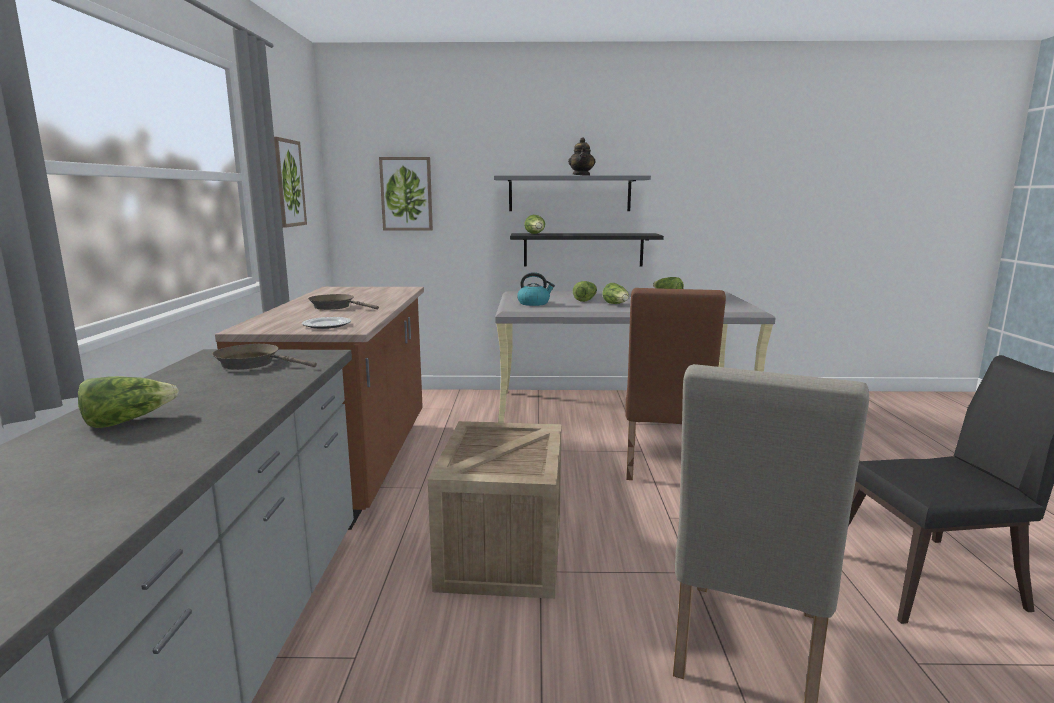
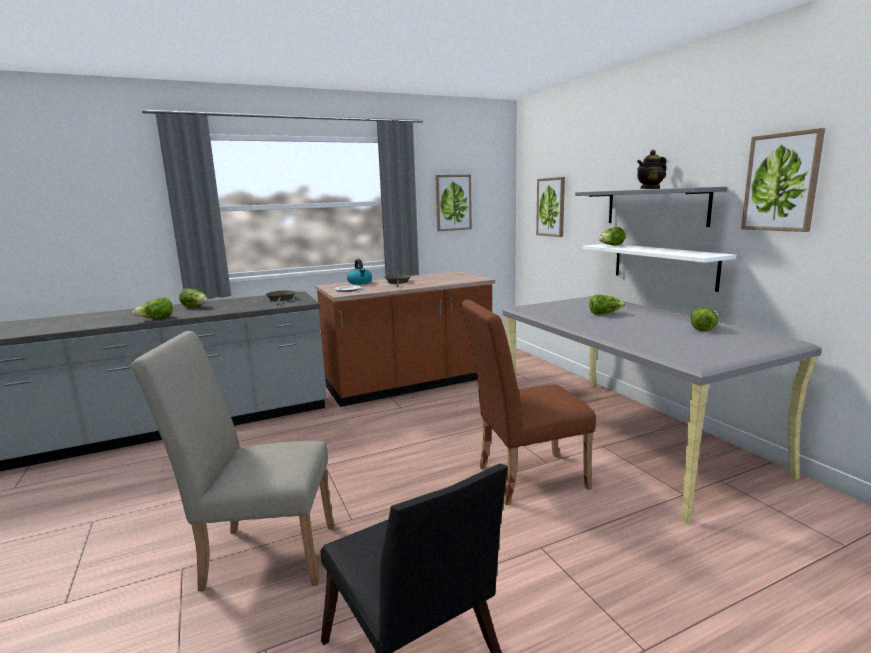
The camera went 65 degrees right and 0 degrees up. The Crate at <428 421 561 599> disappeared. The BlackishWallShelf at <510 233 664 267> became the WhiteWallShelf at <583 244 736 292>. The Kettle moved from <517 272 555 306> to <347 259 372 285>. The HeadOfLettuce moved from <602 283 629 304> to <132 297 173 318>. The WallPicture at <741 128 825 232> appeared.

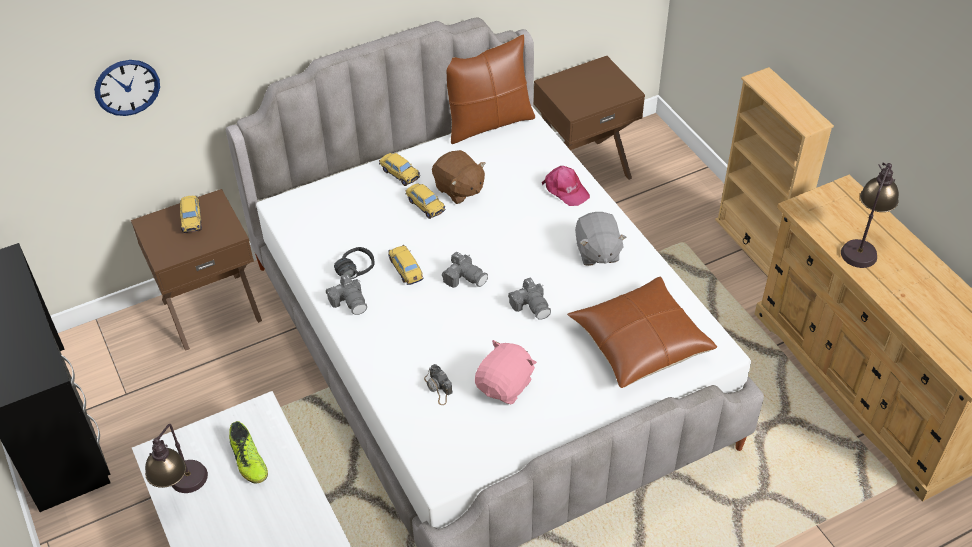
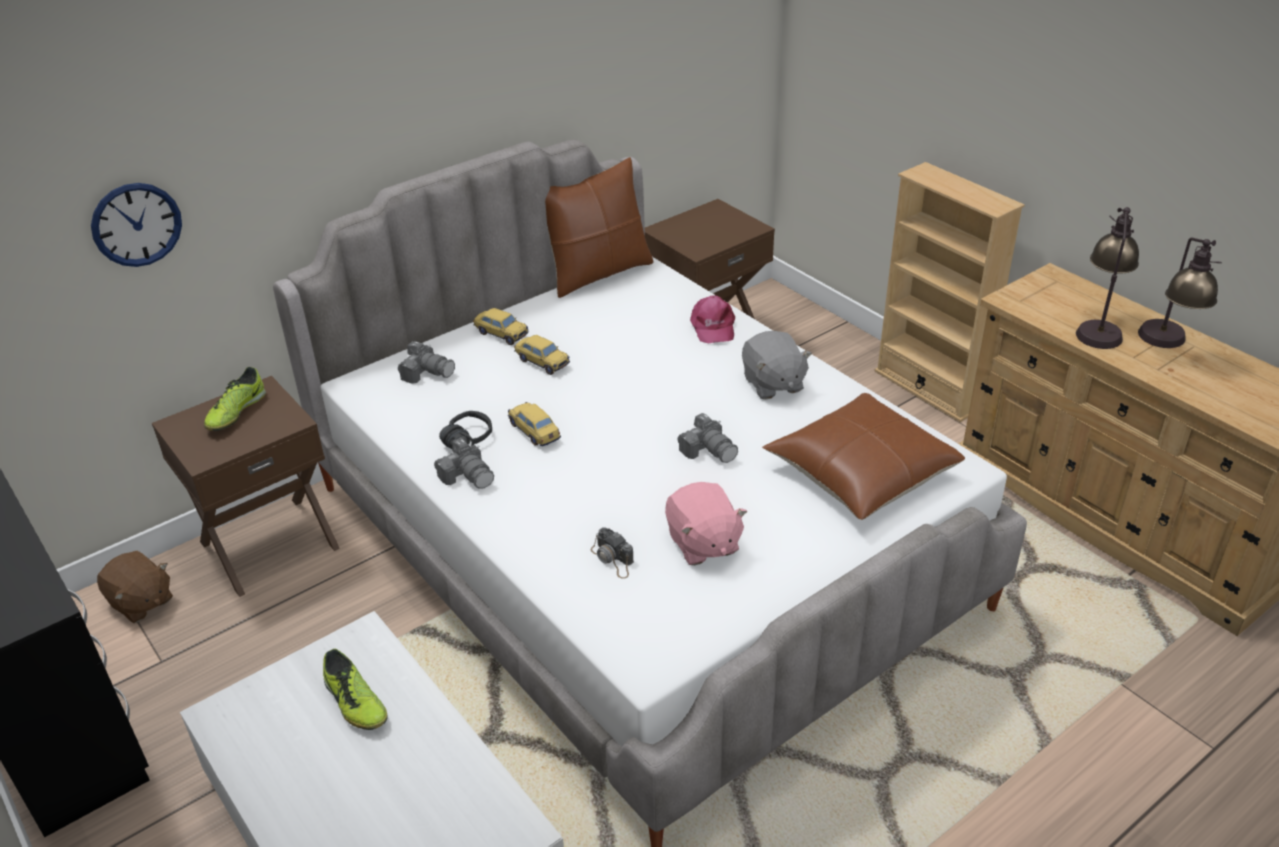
The camera went 10 degrees left and 10 degrees down. The TabletopLamp moved from <145 424 208 493> to <1138 238 1222 348>. The ModelCar at <179 196 202 233> was replaced by the Shoe at <204 367 266 431>. The BrownishSoftToy moved from <432 150 486 204> to <97 551 173 623>. The StillCamera moved from <442 252 488 288> to <398 341 455 384>. The PinkColouredSoftToy at <475 340 537 404> turned 135 degrees clockwise. The PinkColouredPeakedCap at <542 166 590 206> turned 45 degrees clockwise.

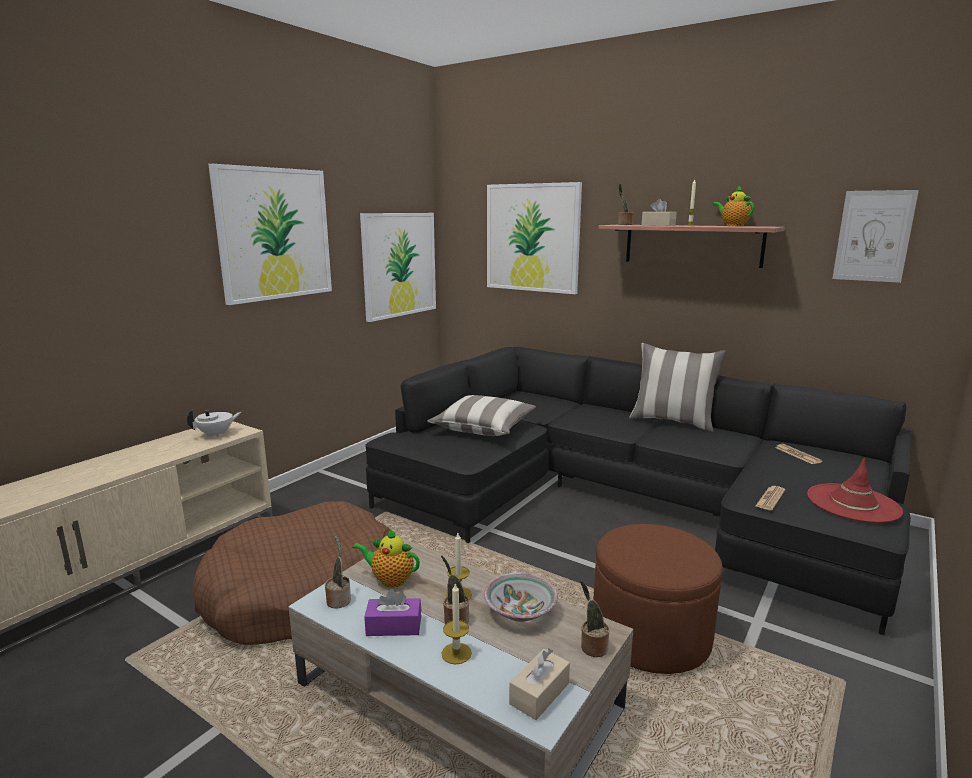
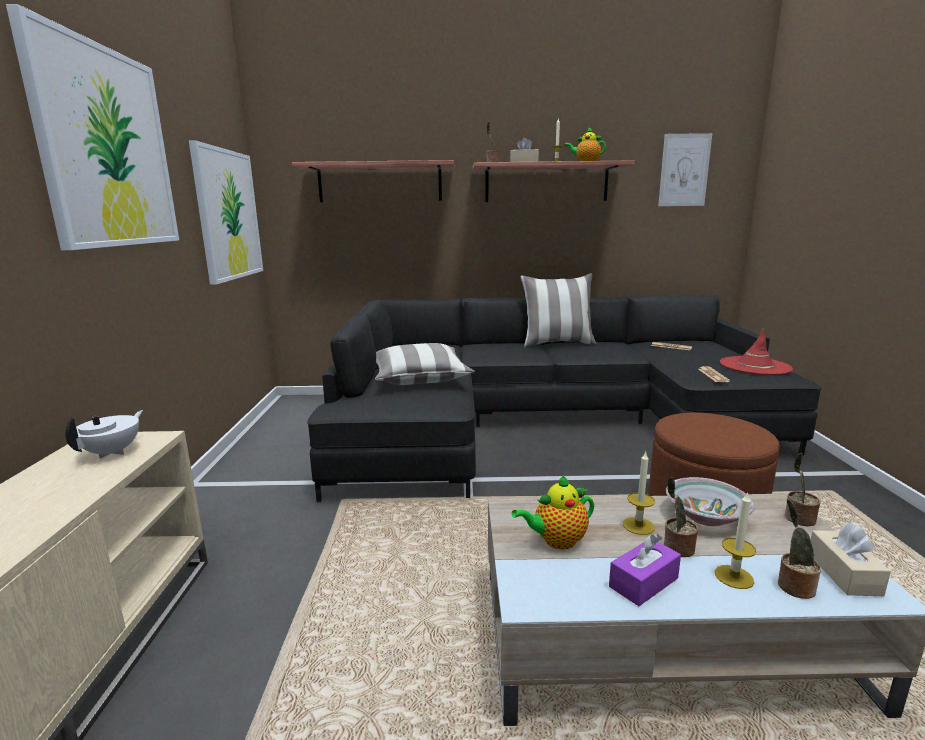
The camera went 35 degrees left and 0 degrees up. The BrownishDogCushion at <192 501 390 645> disappeared. The PottedPlant moved from <325 534 351 609> to <778 499 821 599>. The WallPicture at <487 182 582 294> was replaced by the WallShelf at <292 160 454 202>.

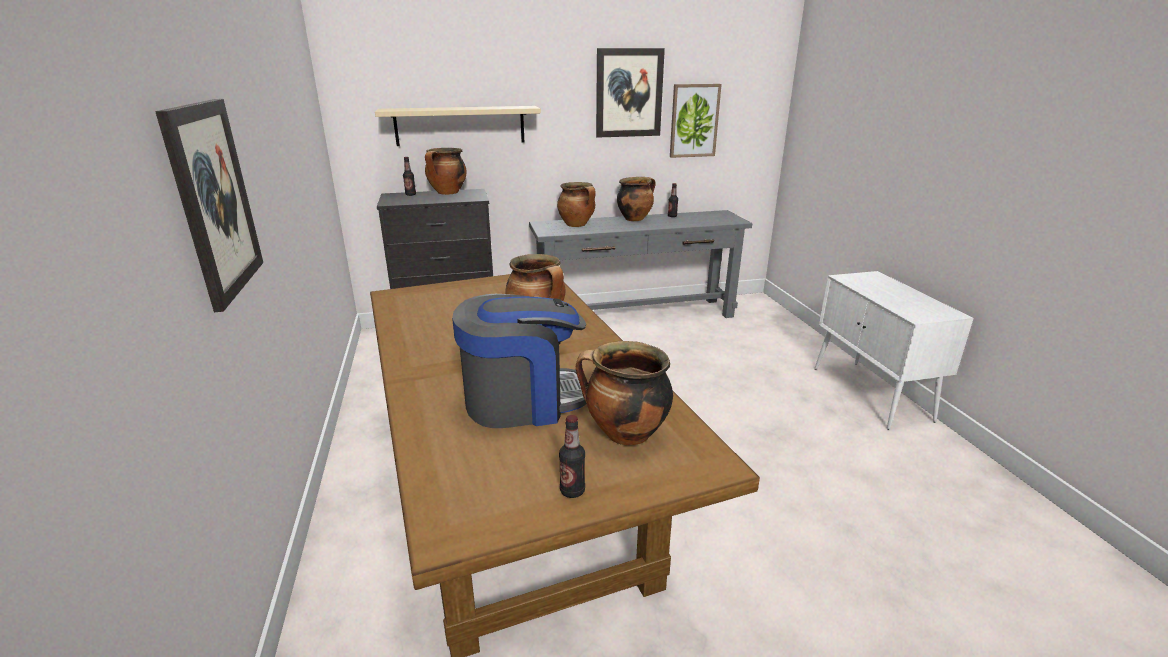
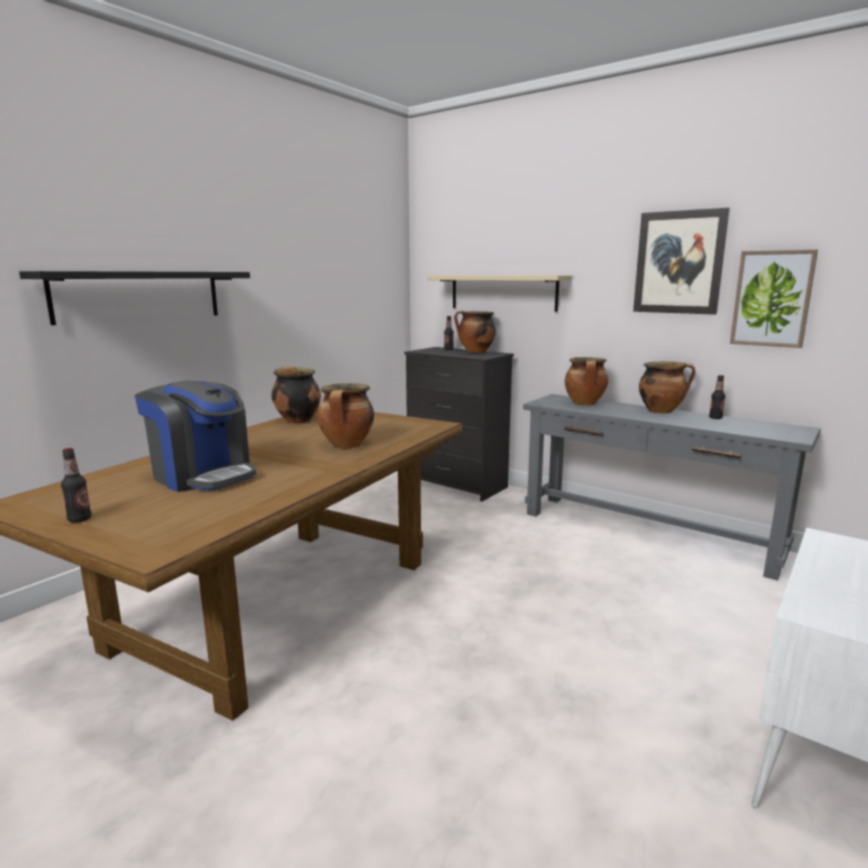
The camera went 50 degrees right and 10 degrees down. The WallPicture at <155 99 263 312> was replaced by the BlackishWallShelf at <19 271 250 325>. The Saucepot moved from <576 341 673 446> to <271 366 321 424>.

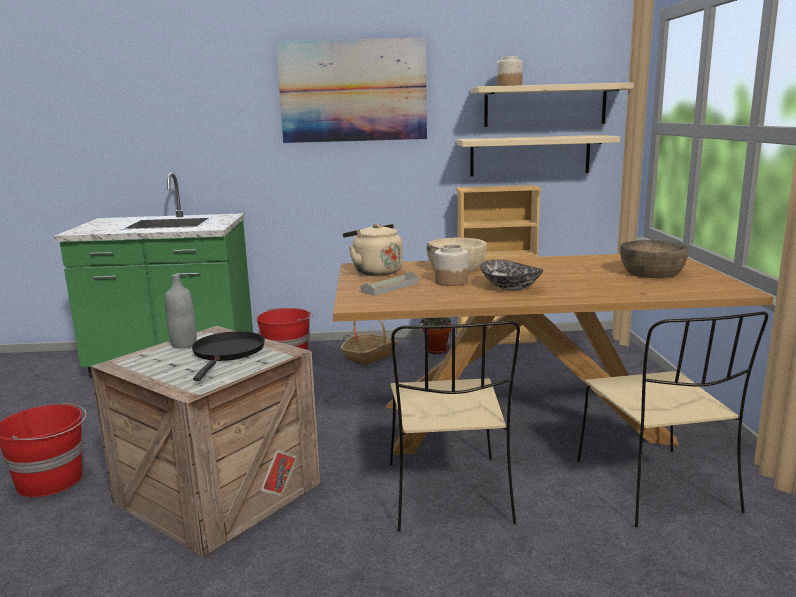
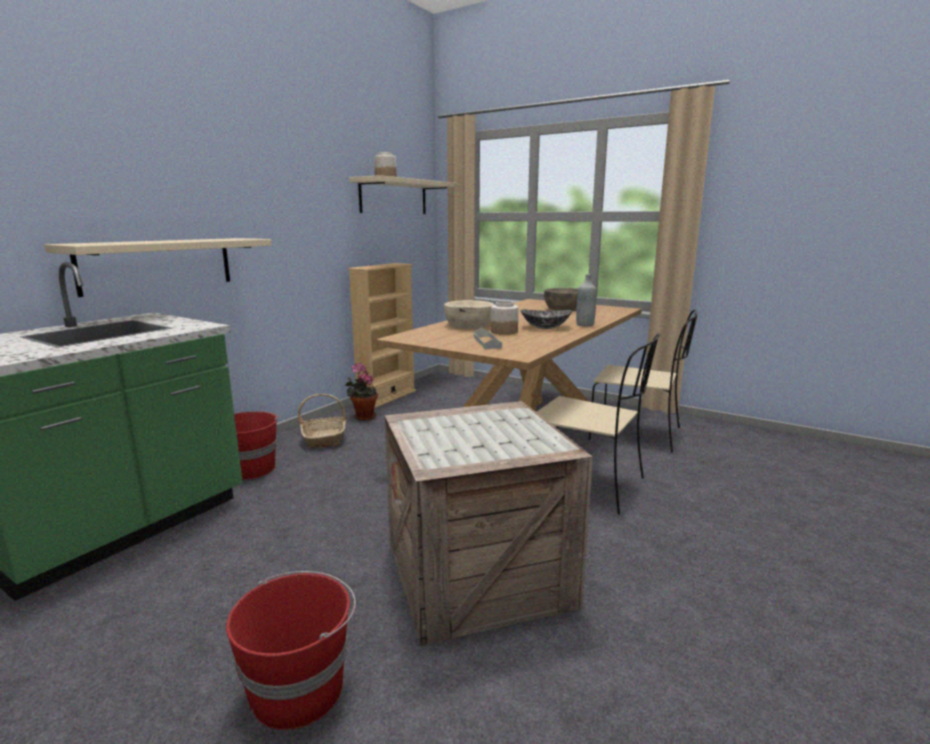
The camera went 55 degrees left and 0 degrees up. The GreyishBeverageBottle moved from <165 274 197 349> to <576 274 596 326>. The BlackishPan at <192 331 265 381> disappeared. The WallPicture at <276 38 427 143> disappeared. The BeigeKettle at <343 224 403 276> disappeared. The BeigeWallShelf moved from <457 135 620 177> to <45 238 272 297>.

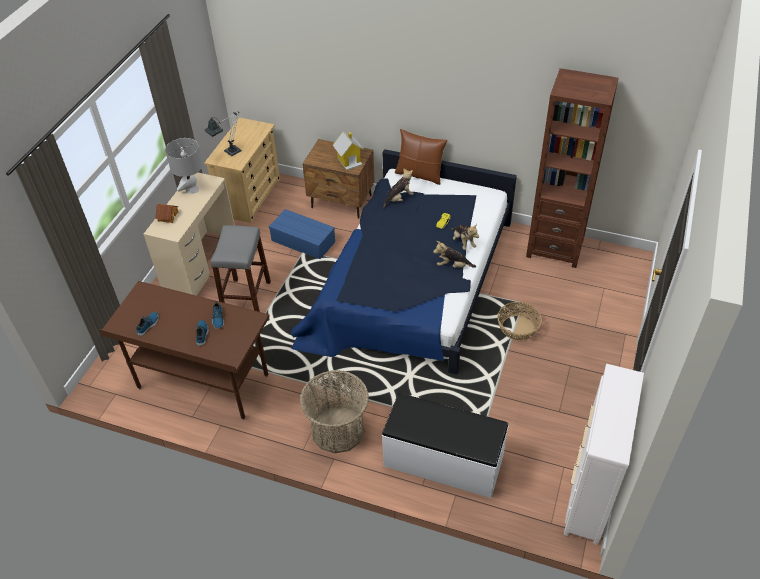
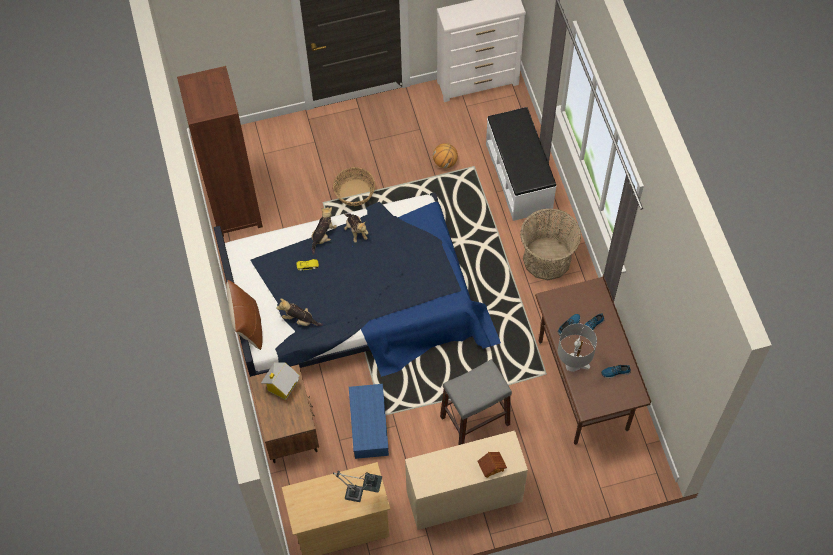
The camera went 125 degrees left and 15 degrees up. The GreyishTabletopLamp moved from <165 138 203 194> to <558 323 597 372>. The BasketballBall at <433 143 458 168> appeared.

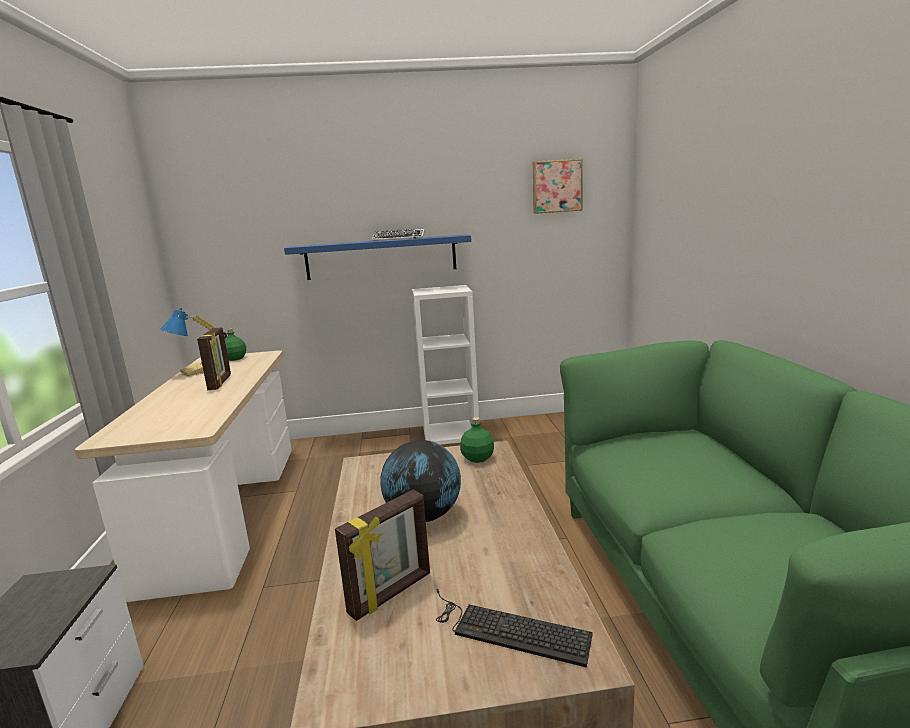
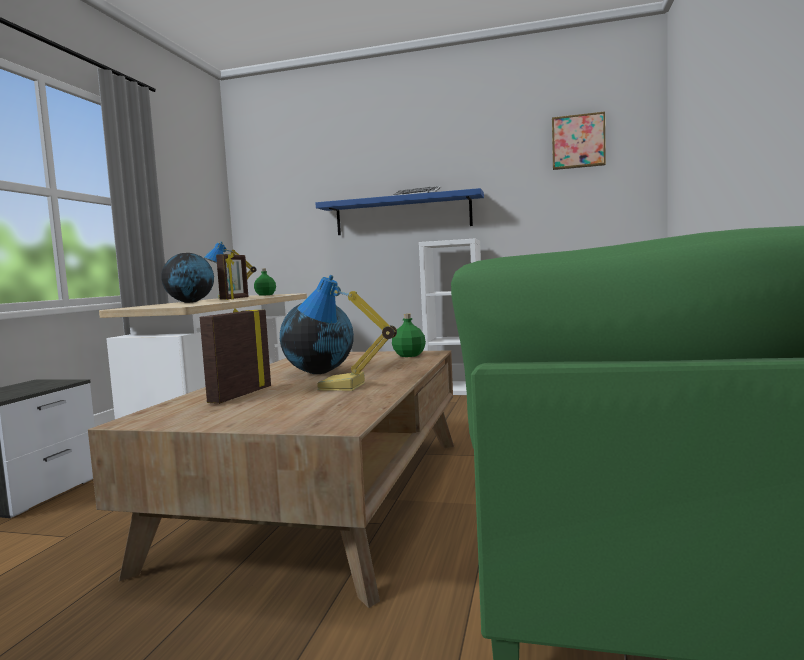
The camera went 20 degrees right and 10 degrees down. The PhotoFrame at <335 490 430 621> turned 135 degrees clockwise. The PcKeyboard at <436 589 593 668> disappeared. The Globe at <161 253 214 303> appeared. The TabletopLamp at <298 275 397 391> appeared.

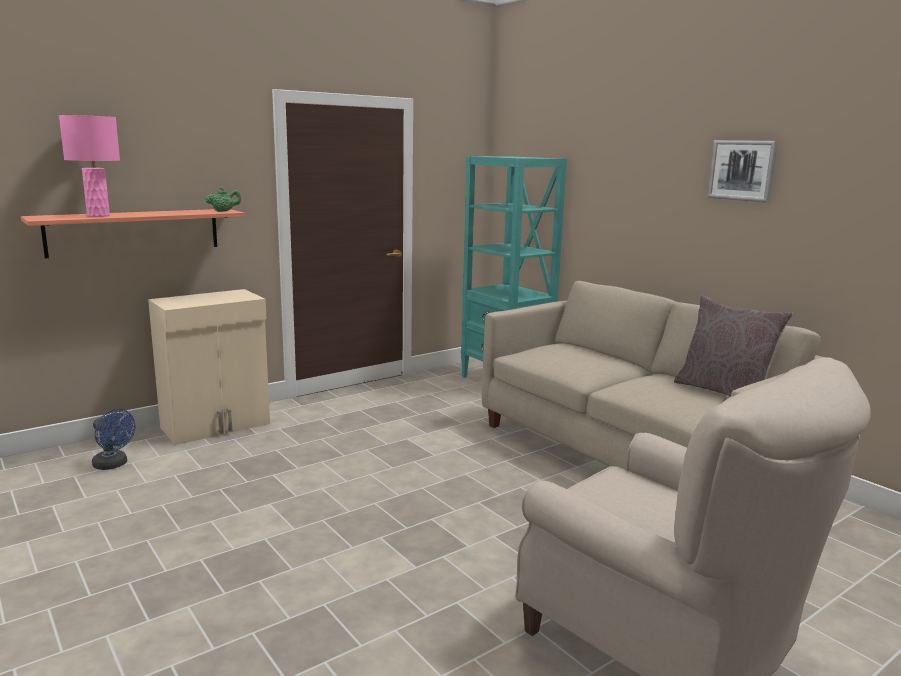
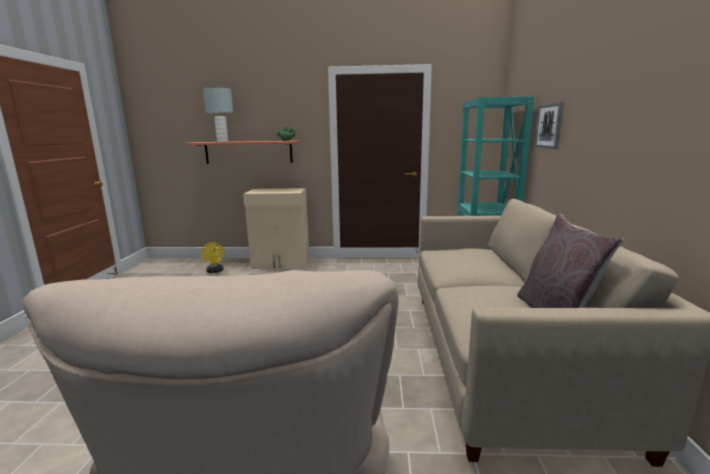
The camera went 40 degrees right and 0 degrees up. The PinkColouredTabletopLamp at <59 115 120 217> became the GreyishTabletopLamp at <203 88 233 142>. The BlueColouredCoolingFan at <92 409 135 470> became the YellowColouredCoolingFan at <201 242 224 273>. The WallPicture moved from <707 140 778 203> to <534 102 564 149>.

